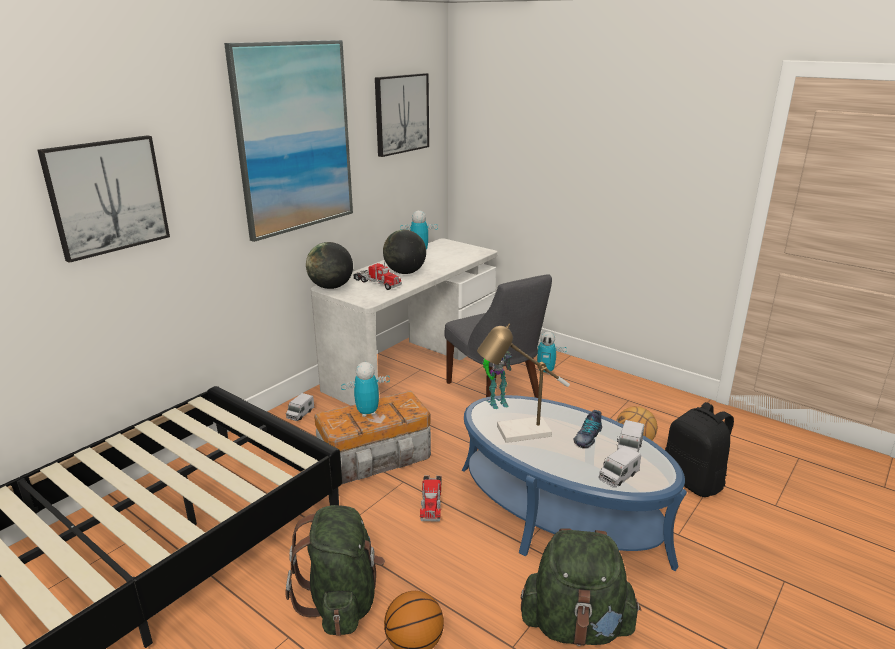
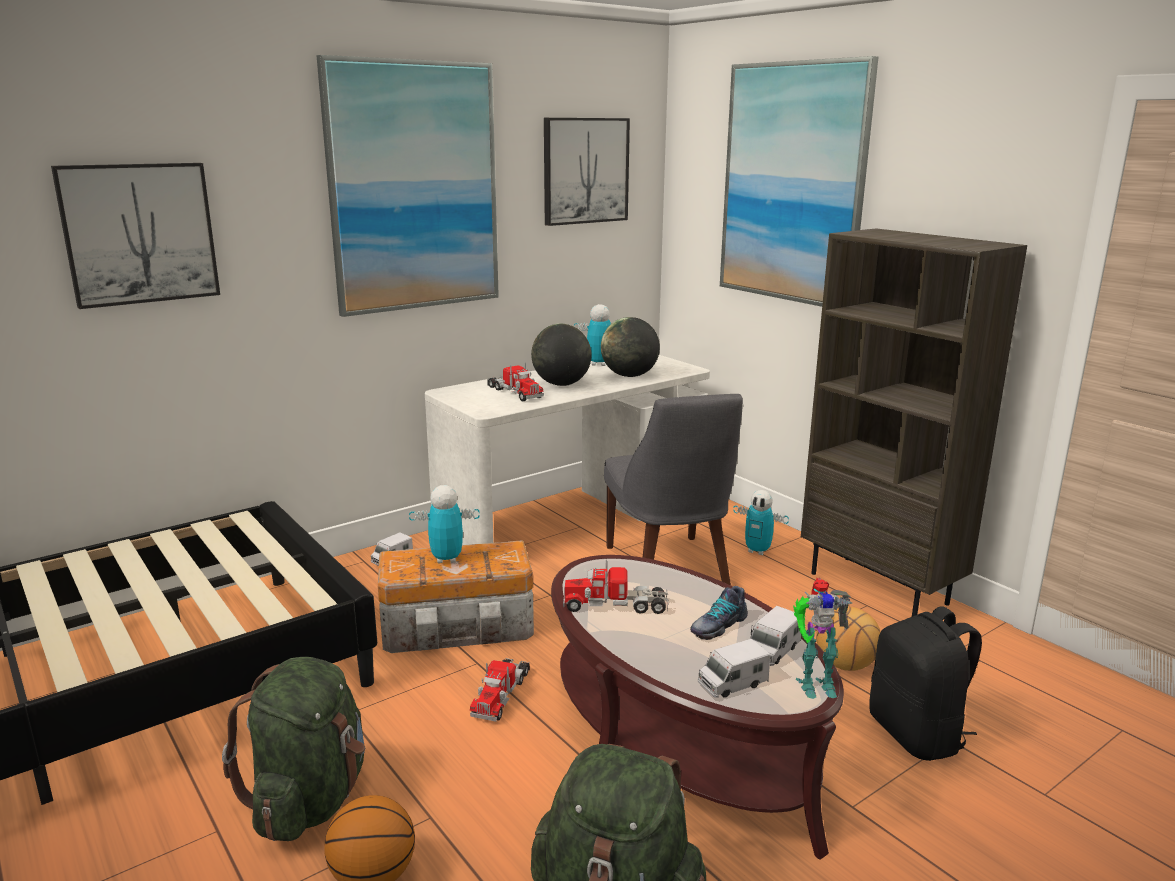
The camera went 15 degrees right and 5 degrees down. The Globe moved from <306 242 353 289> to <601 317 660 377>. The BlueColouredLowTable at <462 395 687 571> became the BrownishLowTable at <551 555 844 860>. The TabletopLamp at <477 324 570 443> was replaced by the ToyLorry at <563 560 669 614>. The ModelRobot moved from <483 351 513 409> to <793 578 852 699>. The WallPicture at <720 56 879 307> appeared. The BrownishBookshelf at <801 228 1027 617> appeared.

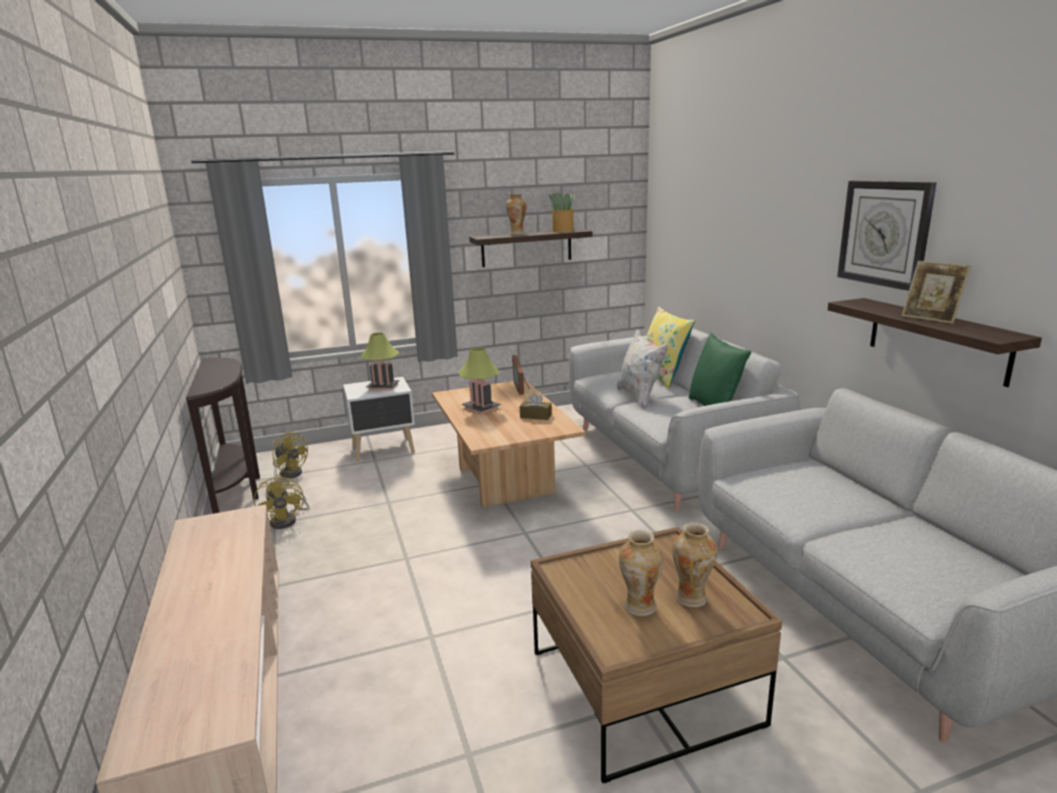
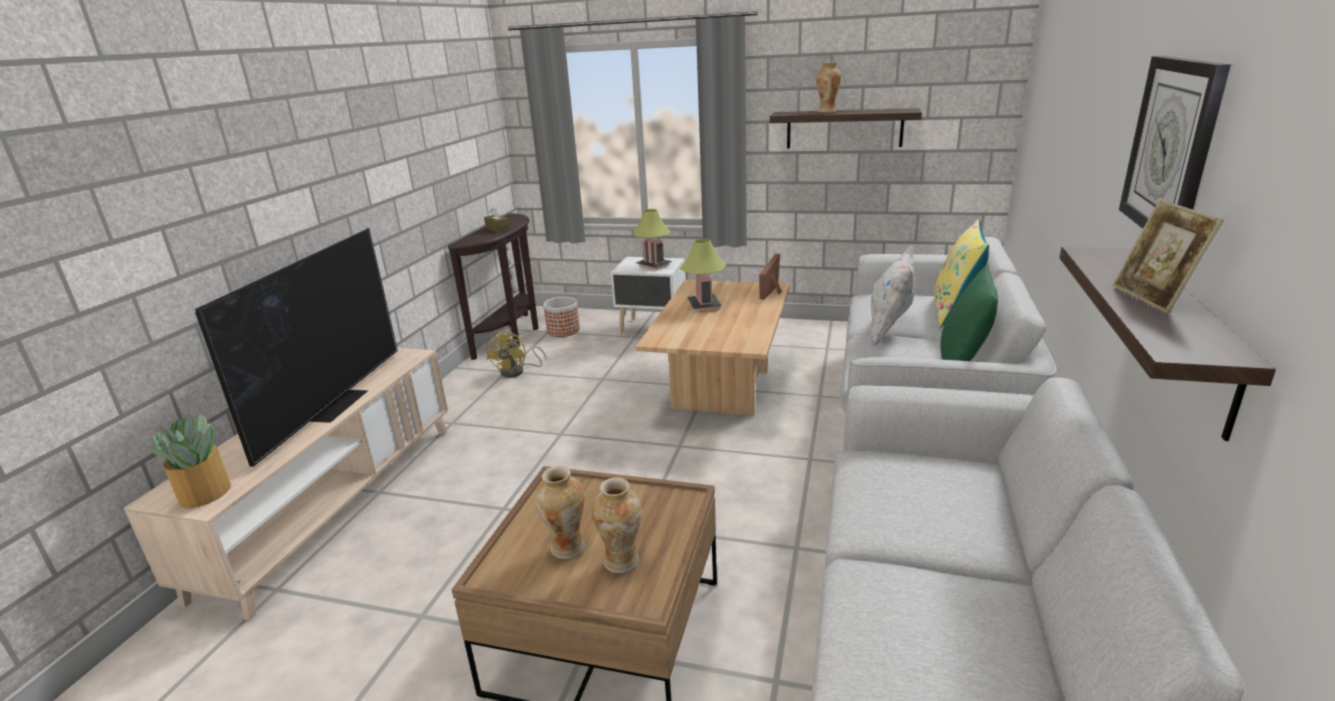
The camera went 35 degrees right and 5 degrees up. The YellowColouredCoolingFan at <273 431 308 479> was replaced by the PlantPot at <543 297 580 337>. The BrownishTissueHolder moved from <520 393 552 420> to <484 207 510 232>. The PottedPlant moved from <549 191 575 233> to <145 414 231 508>. The TvSet at <196 228 398 467> appeared.

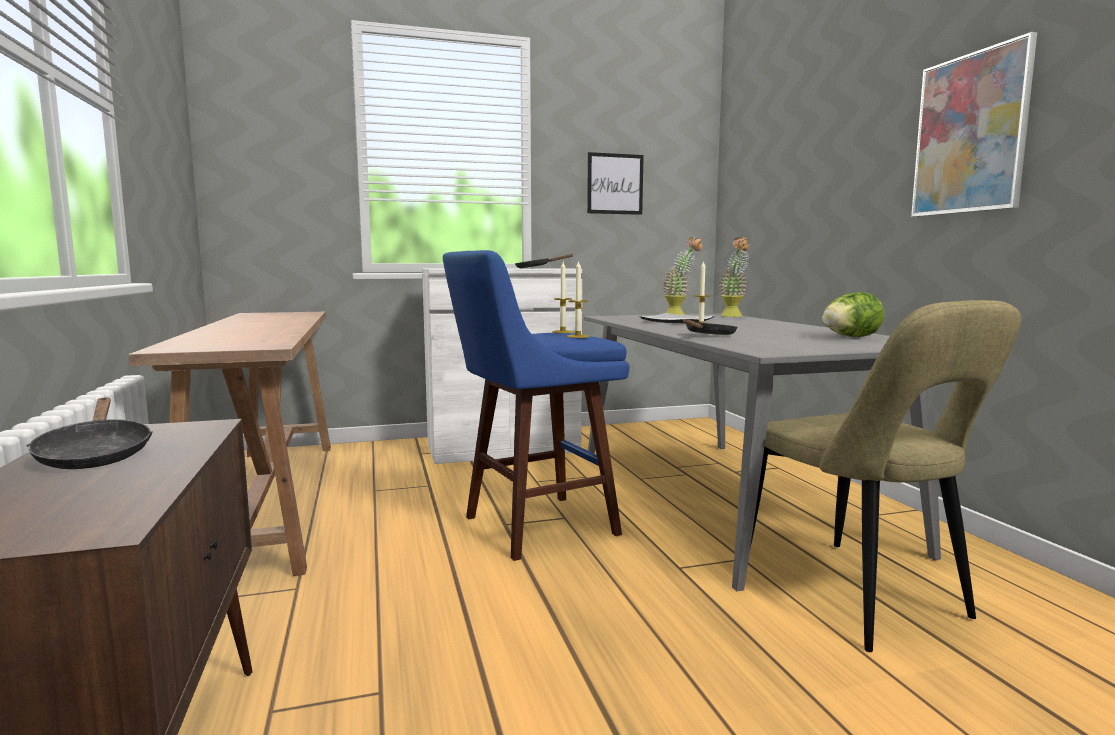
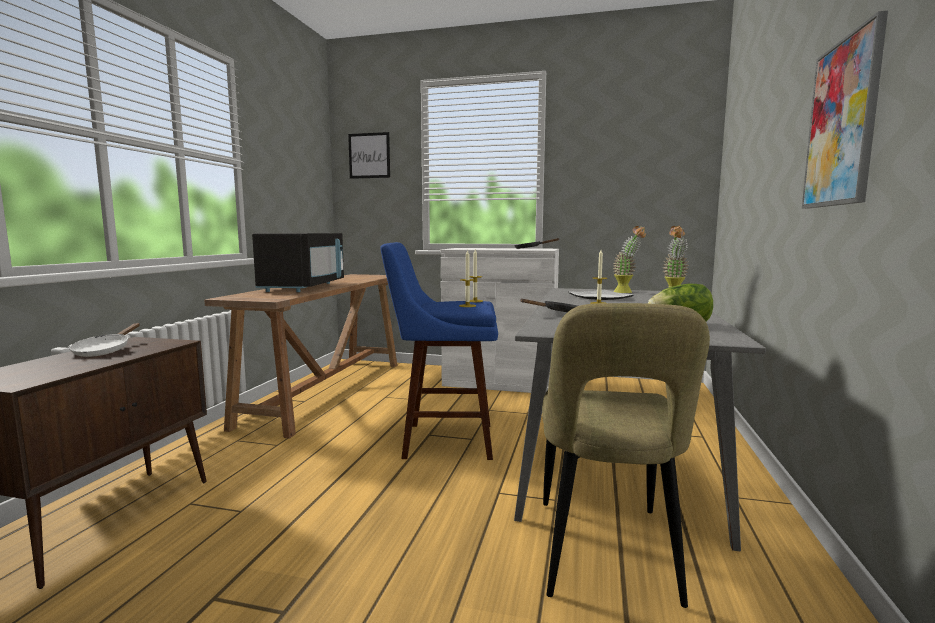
The camera went 30 degrees right and 0 degrees up. The BlackishPan at <26 398 152 469> became the WhitePan at <69 323 140 357>. The WallPicture moved from <587 152 644 215> to <348 132 390 179>. The BlackishKitchenMicrowave at <252 233 344 292> appeared.

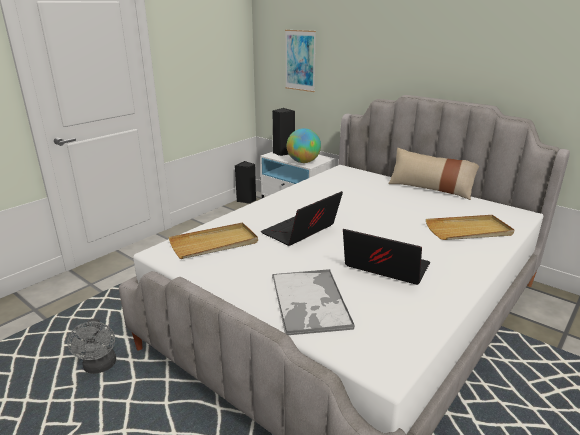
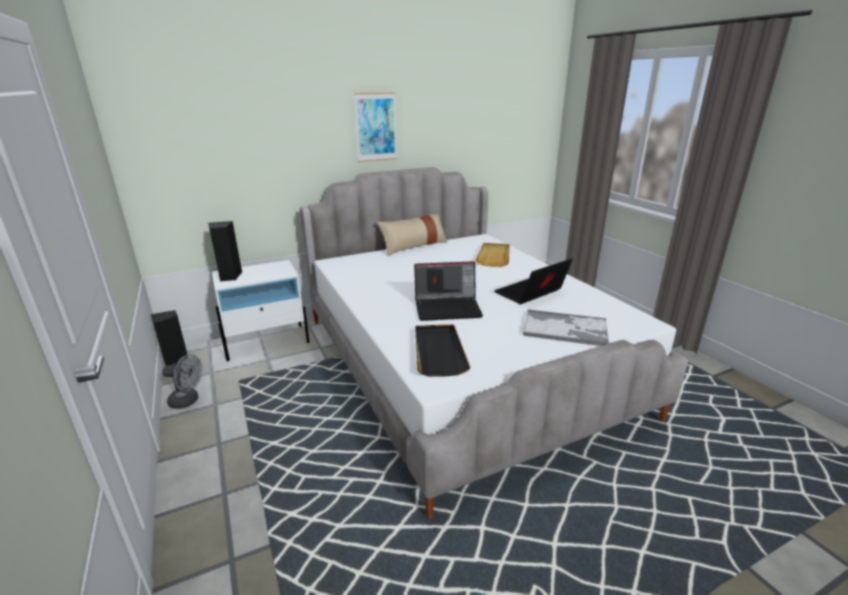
The camera went 65 degrees left and 0 degrees up. The GreyishCoolingFan moved from <67 318 116 374> to <162 354 202 409>. The BeigeCarryingTray at <169 222 258 259> became the BlackishCarryingTray at <415 324 470 377>. The NotebookComputer at <261 191 343 246> turned 75 degrees counterclockwise. The WallPicture moved from <285 30 316 92> to <354 93 397 162>. The Globe at <287 128 321 163> disappeared.

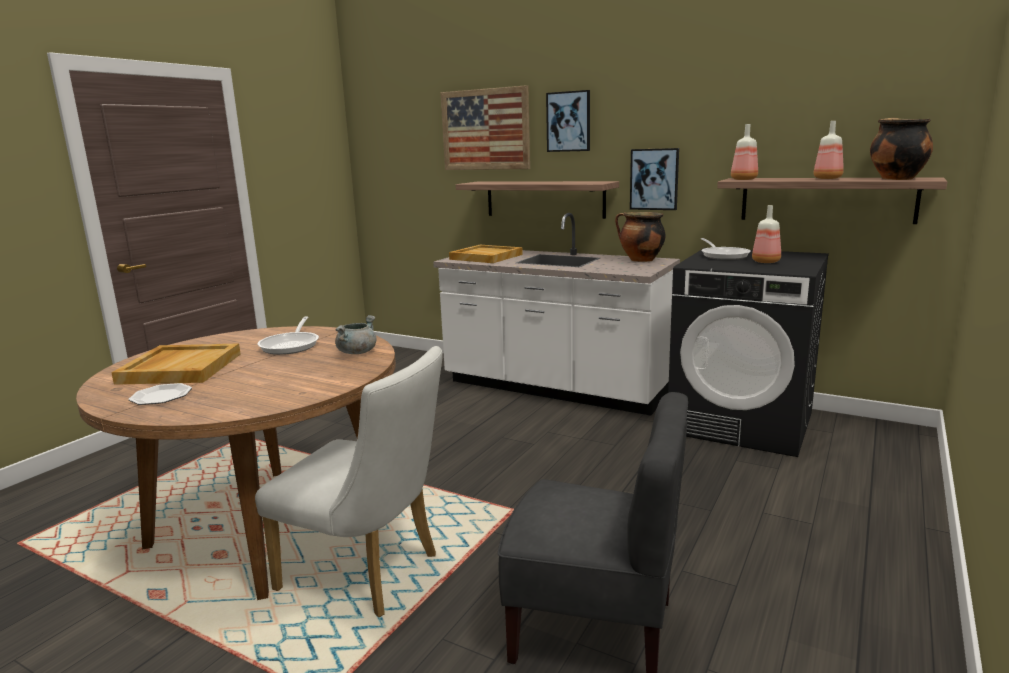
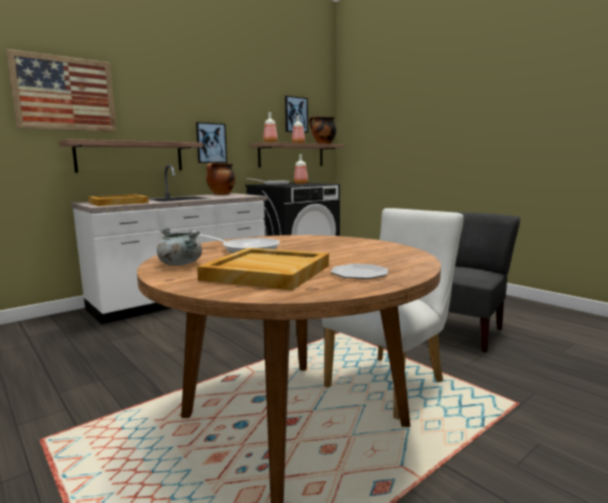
The camera went 70 degrees left and 5 degrees down. The GreyishSaucepot moved from <335 315 376 354> to <157 227 202 266>. The WallPicture moved from <546 90 590 152> to <285 96 308 133>.

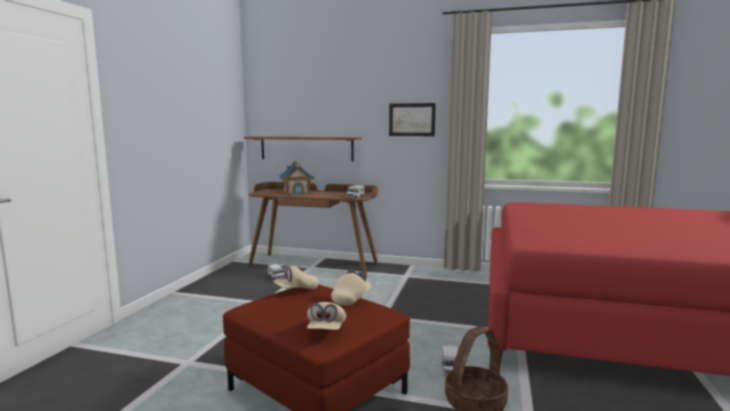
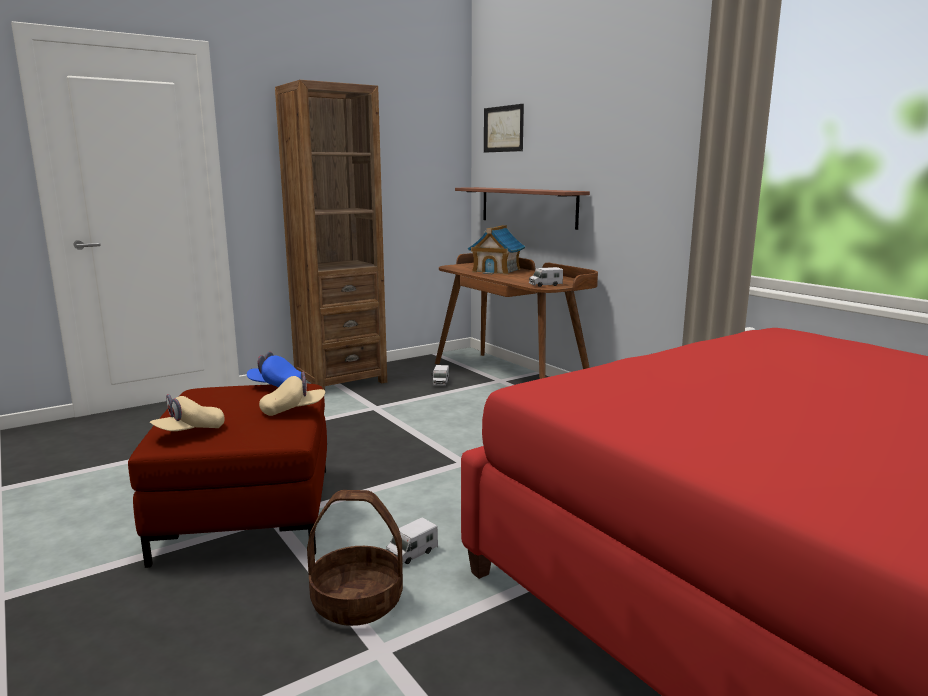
The camera went 40 degrees right and 5 degrees up. The BeigePeakedCap at <274 264 319 289> became the BlueColouredPeakedCap at <247 352 301 387>. The WallPicture moved from <389 103 436 136> to <484 104 524 153>. The BrownishBookshelf at <275 80 387 390> appeared.

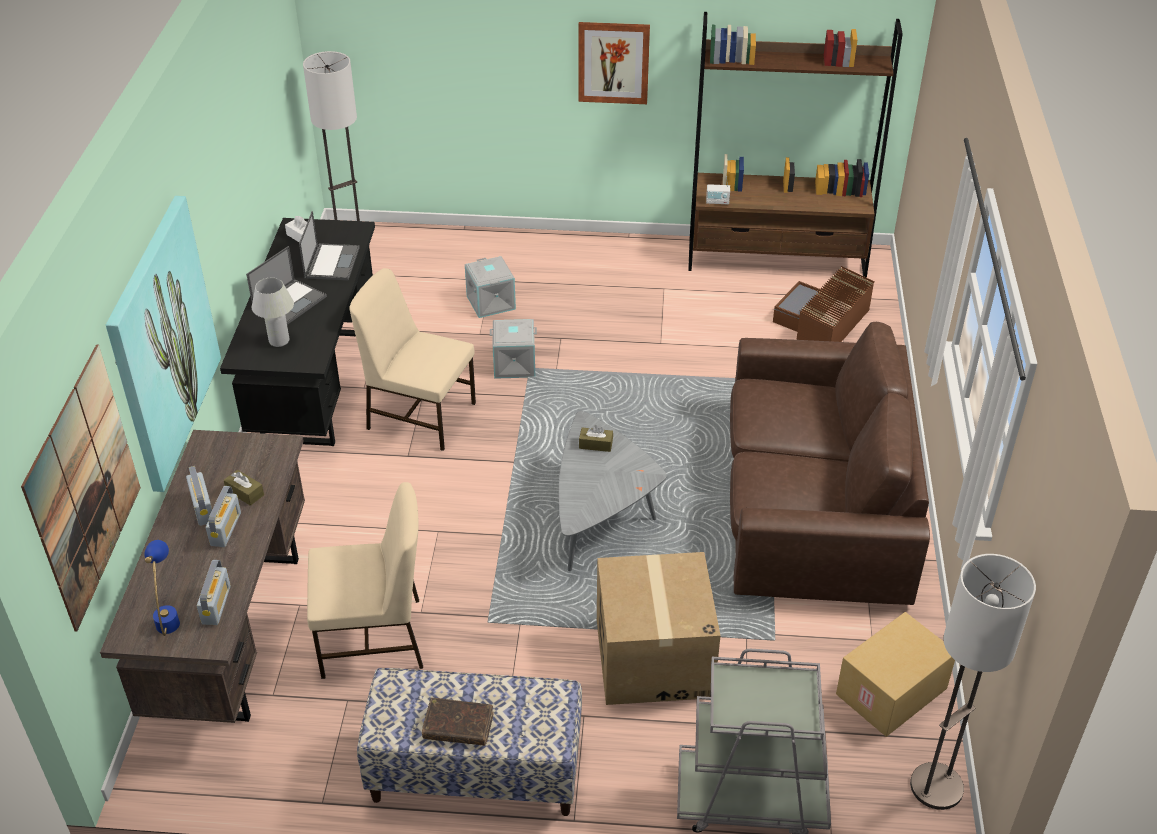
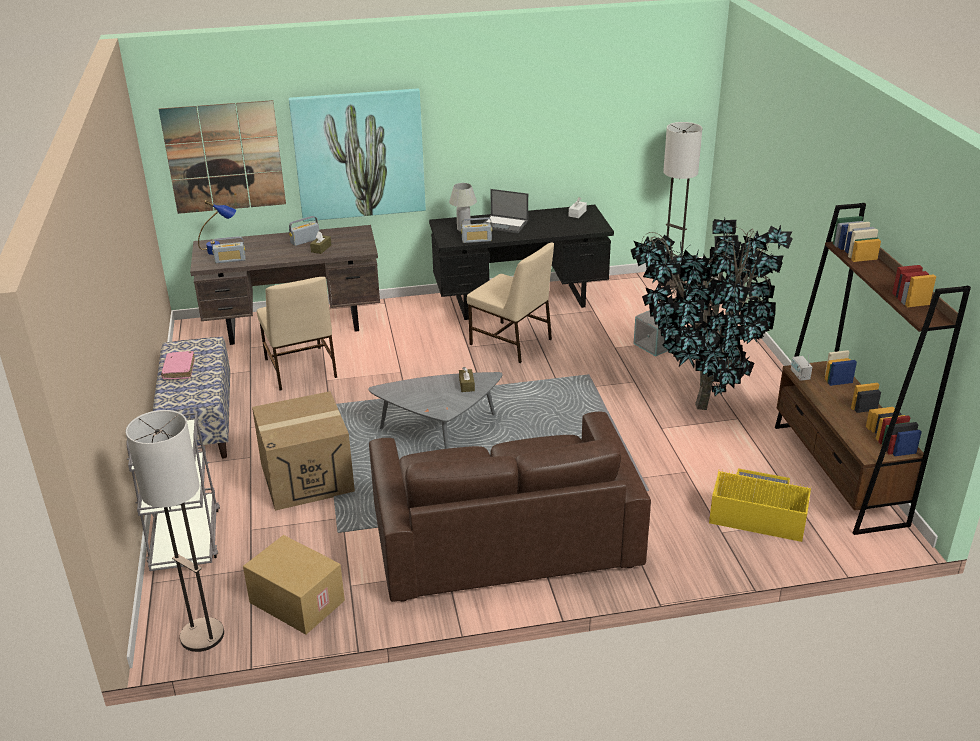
The camera went 75 degrees right and 10 degrees down. The RadioReceiver moved from <206 486 241 547> to <461 217 492 243>. The NotebookComputer at <299 211 360 280> disappeared. The BeigePlainChair at <349 268 476 451> turned 120 degrees clockwise. The BrownishBook at <422 698 494 746> became the PinkColouredBook at <161 351 195 379>. The GreyishStorageBox at <490 319 537 379> disappeared. The WallPicture at <578 22 650 104> disappeared. The BrownishStorageBox at <773 266 875 342> became the YellowColouredStorageBox at <709 468 811 542>. The PottedPlant at <631 218 793 410> appeared.

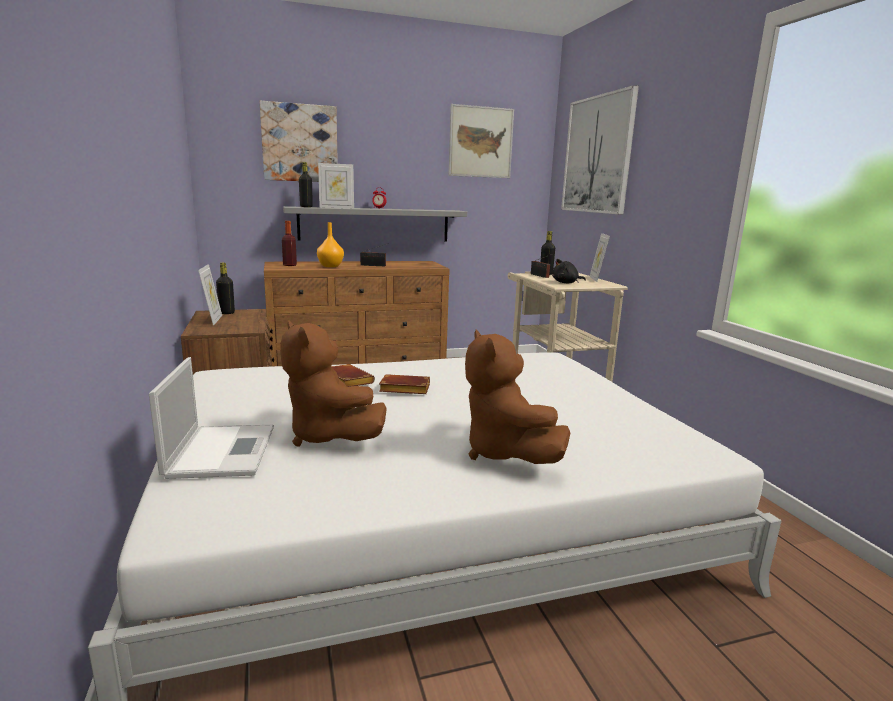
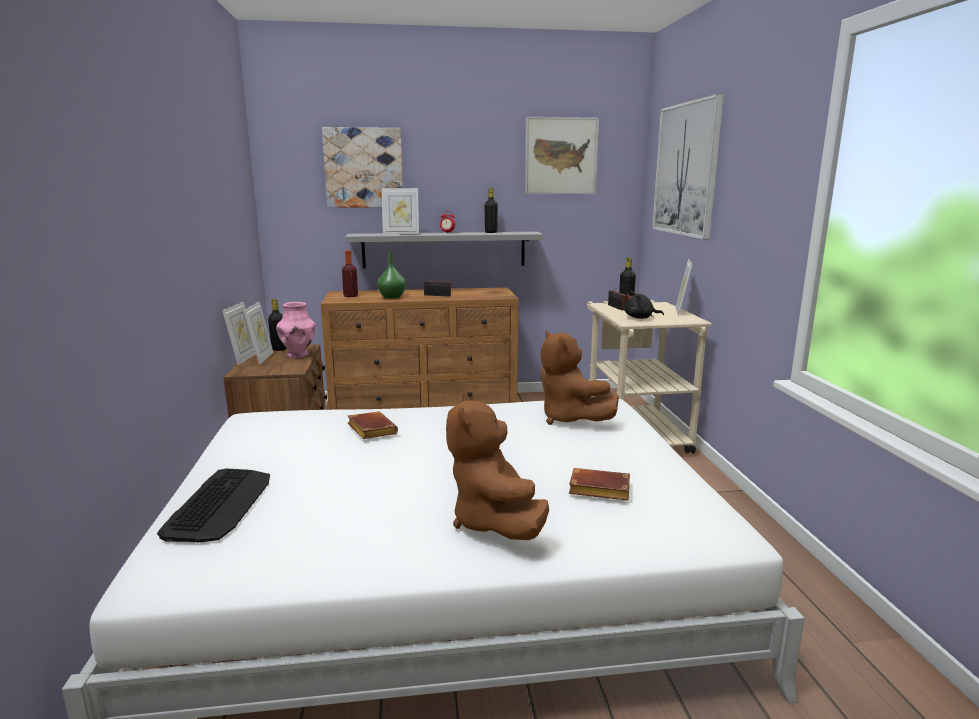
The camera went 10 degrees right and 0 degrees up. The NotebookComputer at <149 357 274 479> was replaced by the PcKeyboard at <157 468 270 543>. The BrownishSoftToy moved from <280 320 387 446> to <540 331 619 425>. The BlackishBeverageBottle moved from <299 162 313 207> to <485 188 498 233>. The OrangeColouredDecorativeVase at <317 222 344 267> became the GreenishDecorativeVase at <377 251 406 298>. The BrownishBook moved from <379 374 430 394> to <569 468 630 500>. The PhotoFrame at <222 302 256 365> appeared. The PinkColouredDecorativeVase at <276 302 315 358> appeared.

